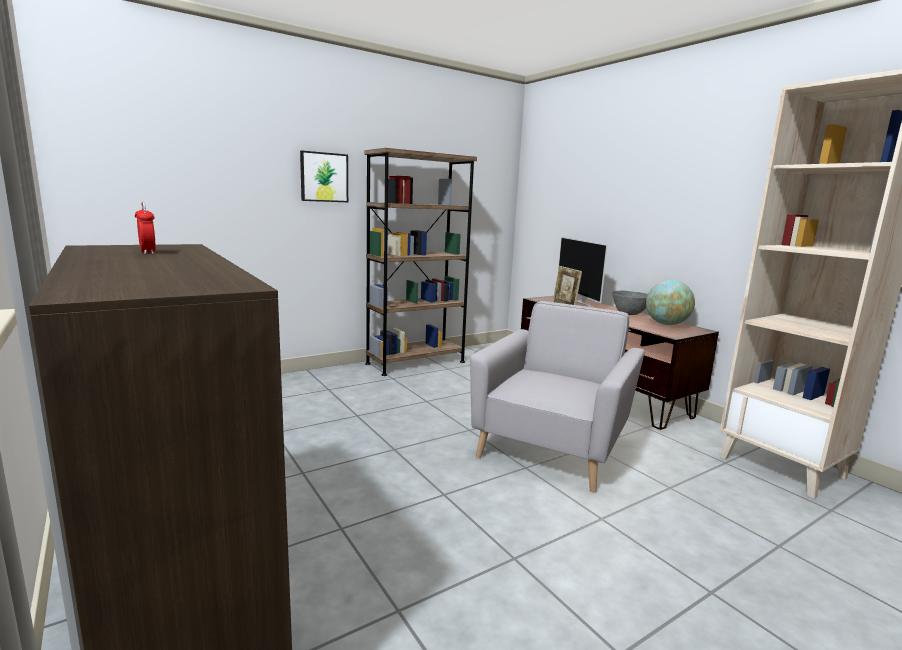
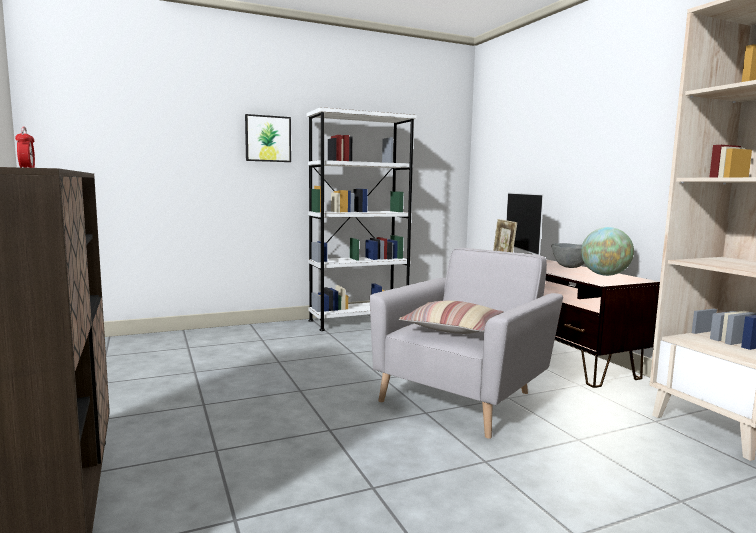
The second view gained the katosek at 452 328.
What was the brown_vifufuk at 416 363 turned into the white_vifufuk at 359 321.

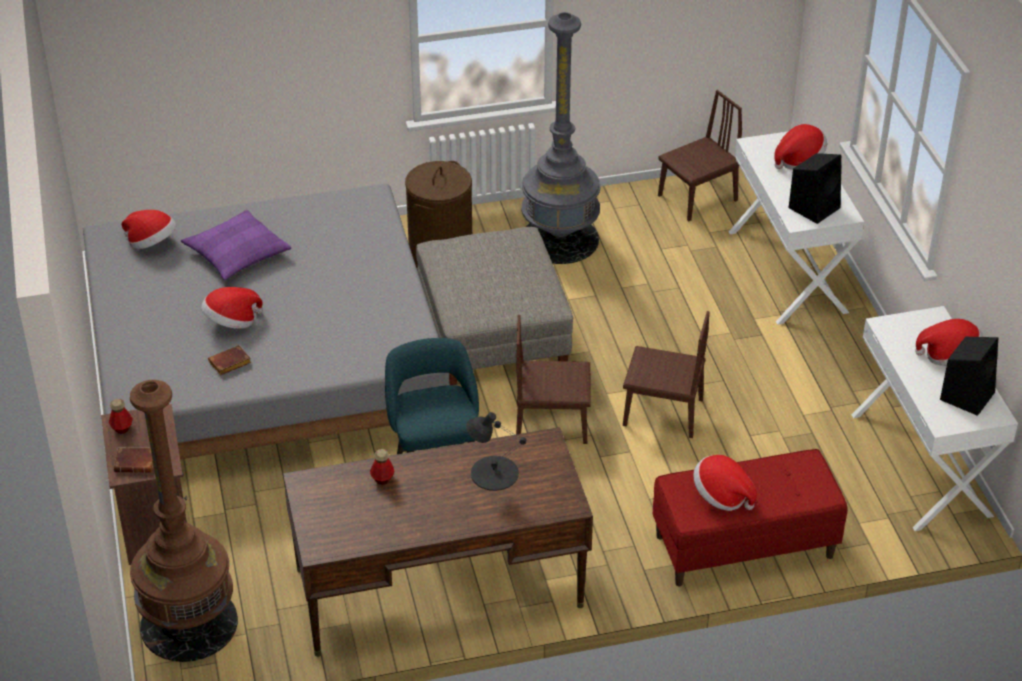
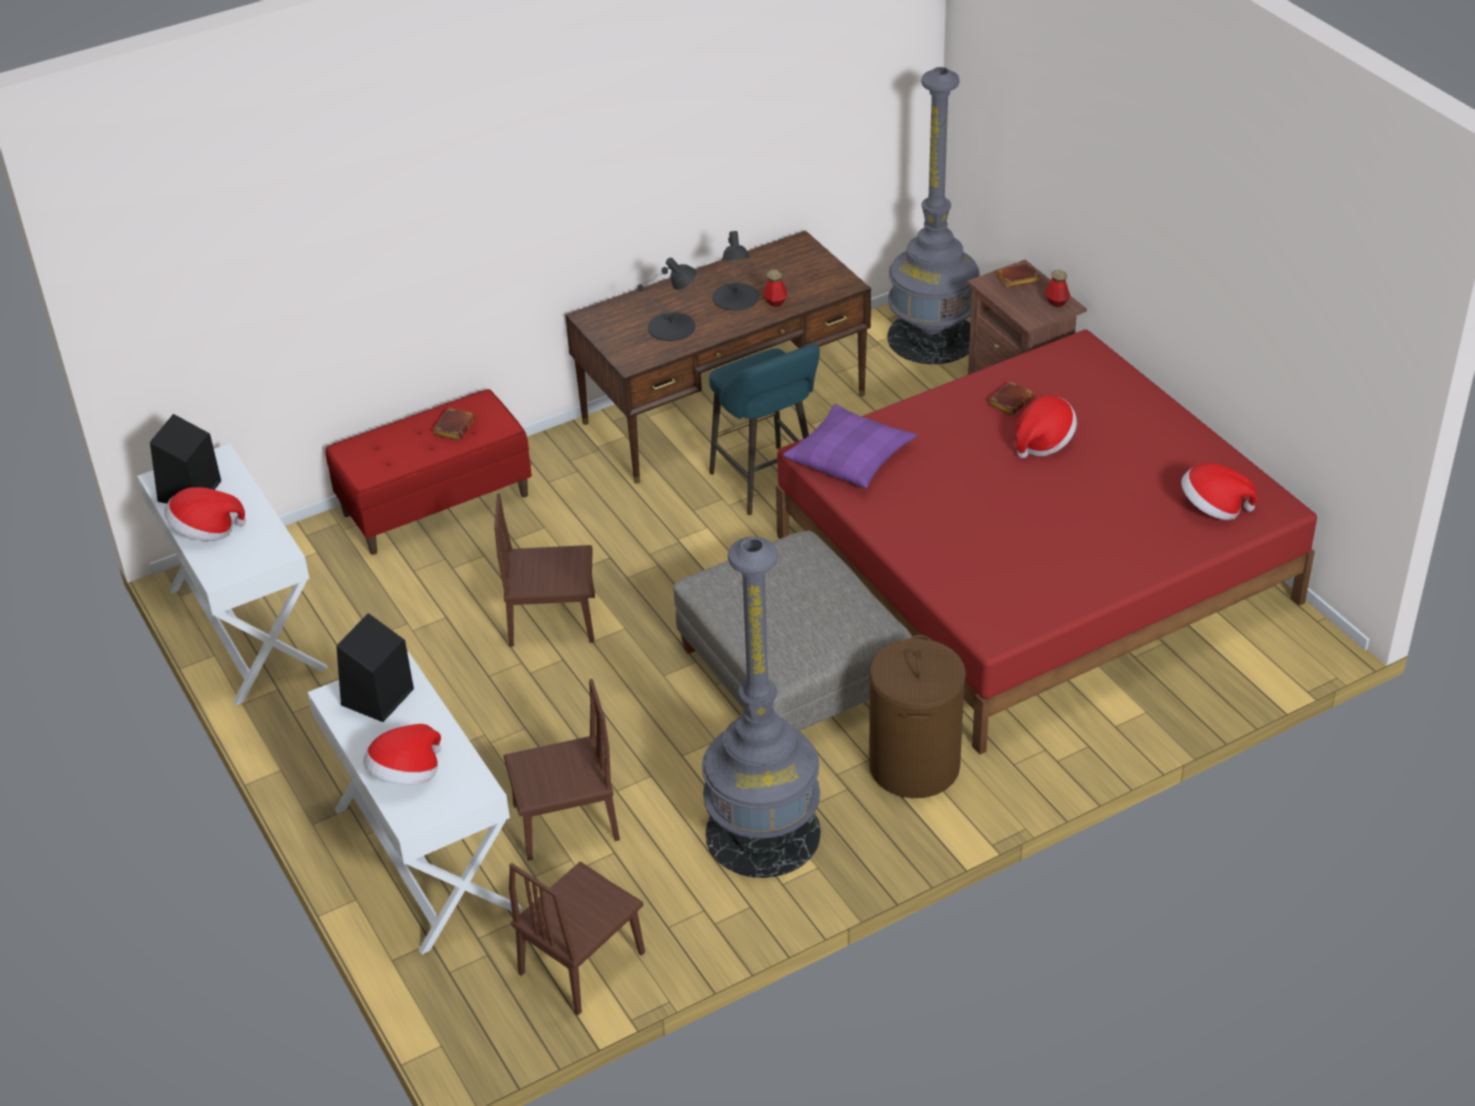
The second view gained the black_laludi at 735 297.
The purple_katosek ended up elsewhere, having gone from 237 254 to 850 457.
The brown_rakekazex ended up elsewhere, having gone from 552 423 to 565 822.
Where the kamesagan stood at 722 496, the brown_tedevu came to stand at 454 426.
What was the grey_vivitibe at 265 366 turned into the red_vivitibe at 1034 569.
What was the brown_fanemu at 189 623 turned into the grey_fanemu at 932 337.

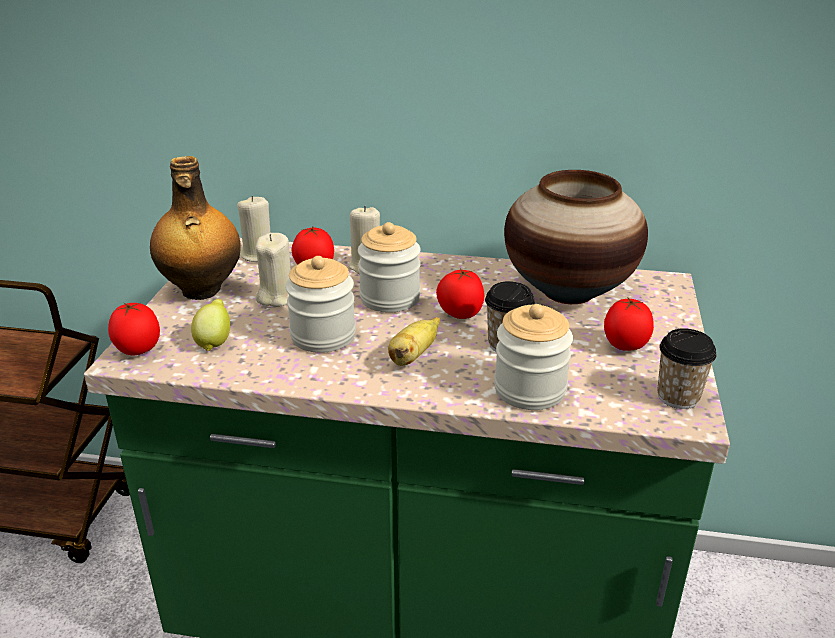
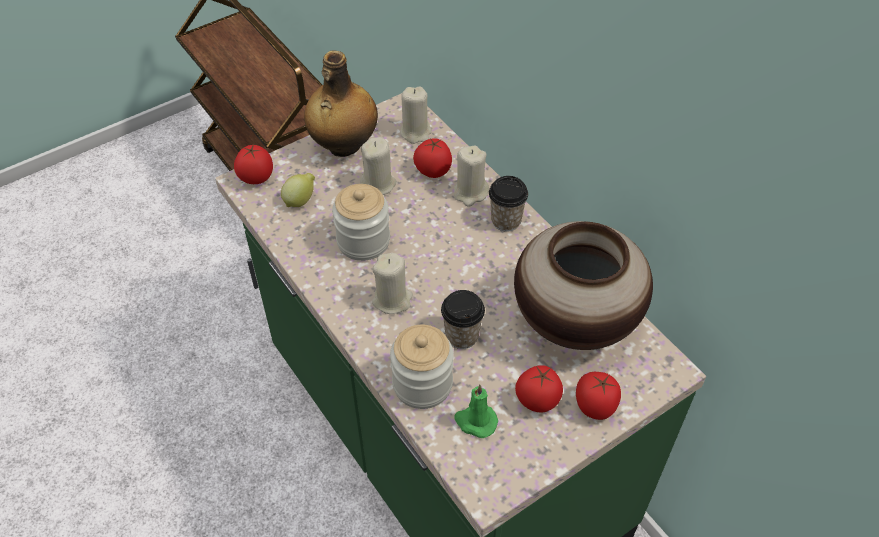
The second view lost the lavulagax at 390 298.
The second view gained the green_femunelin at 475 421.
The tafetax ended up elsewhere, having gone from 459 314 to 595 406.
The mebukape ended up elsewhere, having gone from 678 397 to 506 221.
Where the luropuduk stood at 413 356, the beige_femunelin came to stand at 392 300.

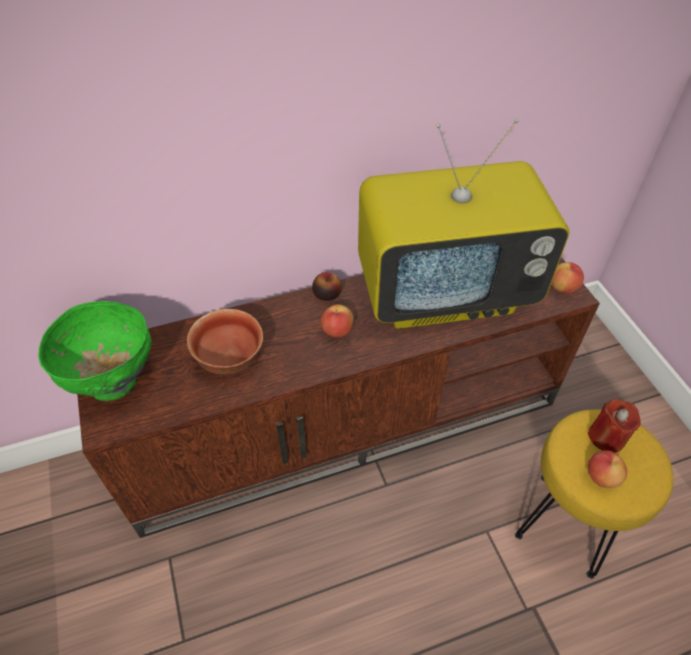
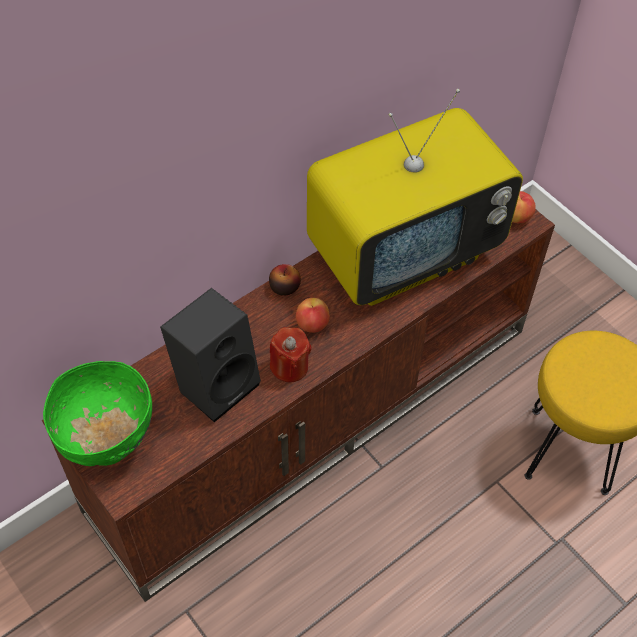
The second view lost the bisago at 601 477.
The red_femunelin ended up elsewhere, having gone from 606 437 to 289 367.
Where the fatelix stood at 231 357, the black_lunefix came to stand at 216 383.

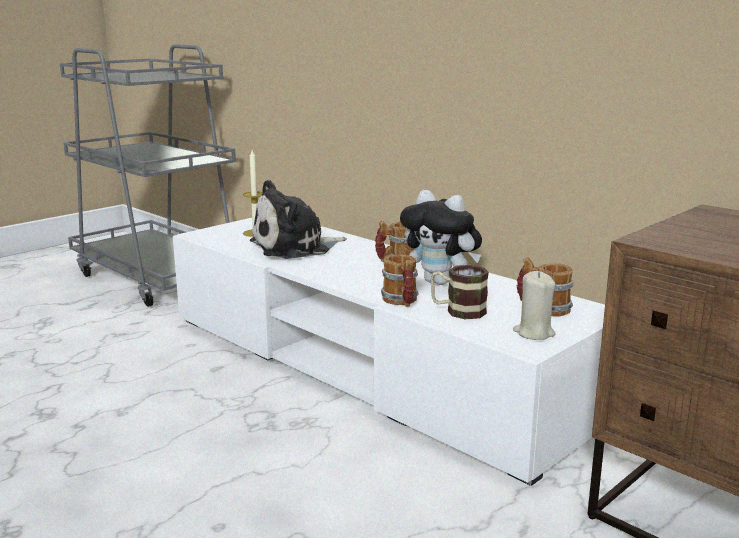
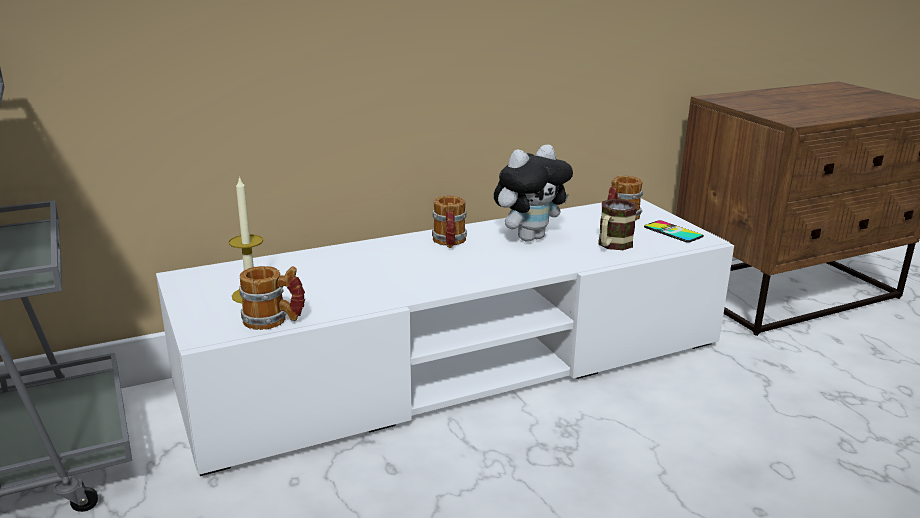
The second view lost the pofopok at 295 247.
The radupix ended up elsewhere, having gone from 401 302 to 274 321.
Where the beige_femunelin stood at 534 333, the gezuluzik came to stand at 673 232.

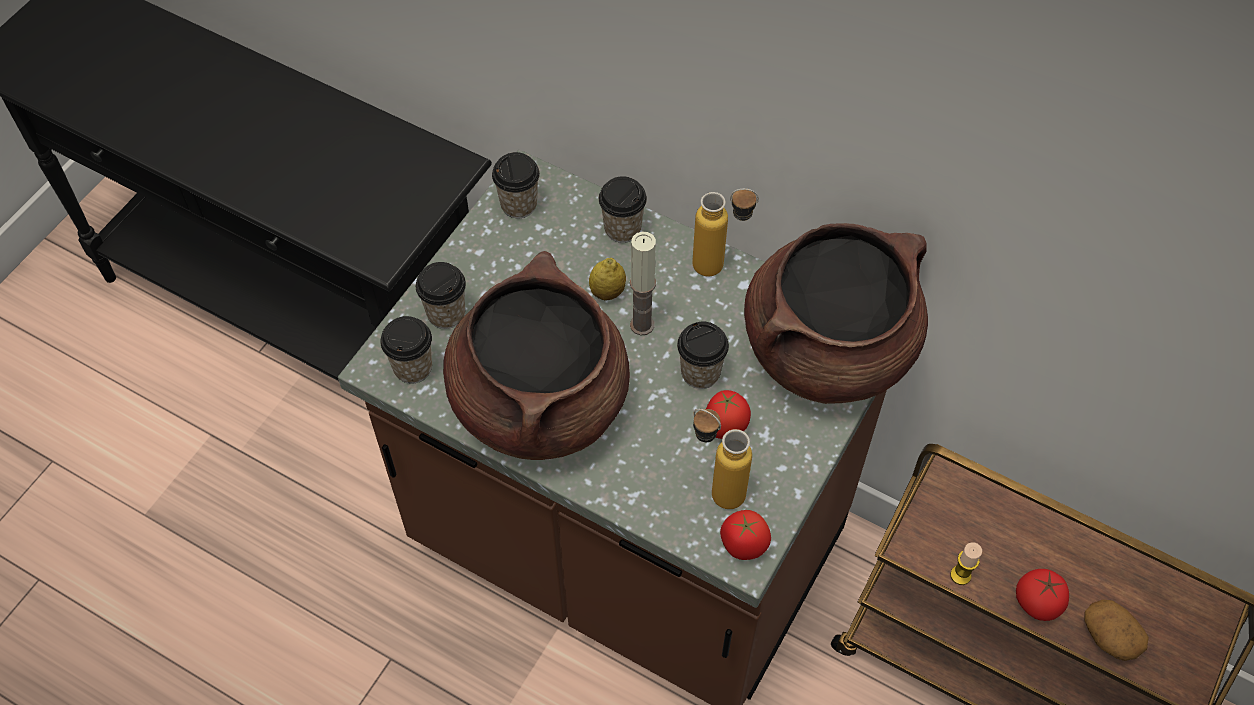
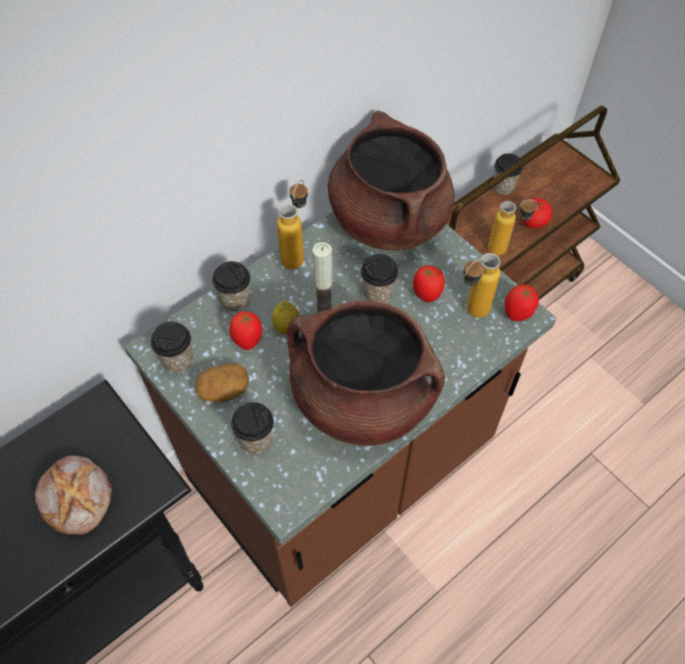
The second view gained the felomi at 78 497.
The second view gained the tafetax at 248 339.
The mebukape ended up elsewhere, having gone from 413 367 to 503 187.
The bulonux ended up elsewhere, having gone from 1109 636 to 223 390.
Where the femunelin stood at 960 575, the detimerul came to stand at 505 250.

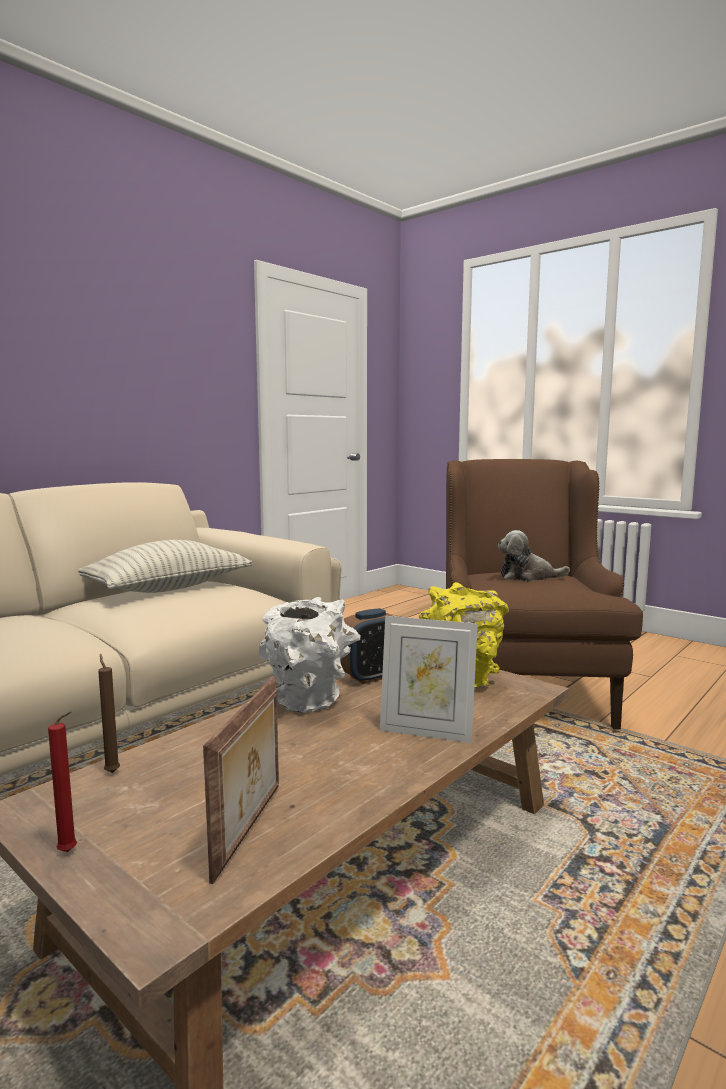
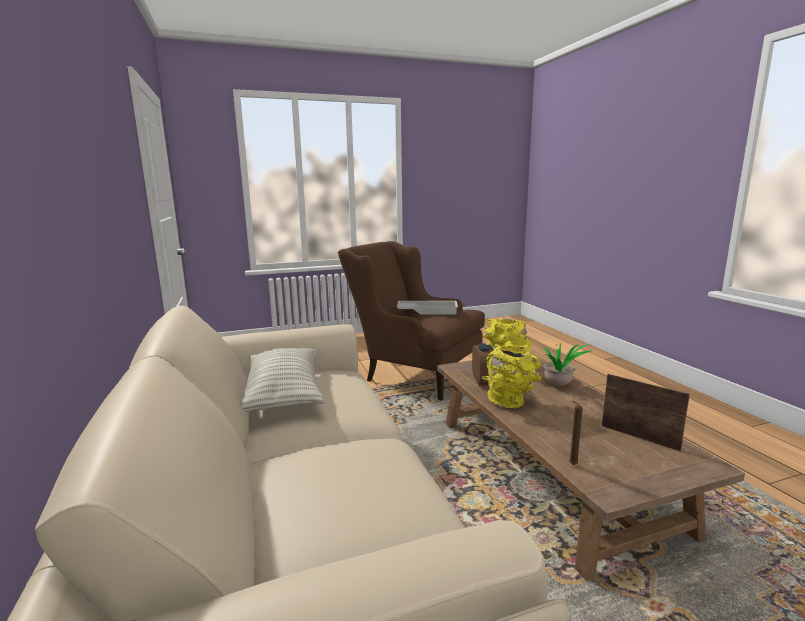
The second view lost the red_femunelin at 70 852.
Where the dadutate stood at 426 732, the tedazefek came to stand at 559 386.
Where the pofopok stood at 527 577, the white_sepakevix came to stand at 427 311.
What was the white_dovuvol at 310 704 turned into the yellow_dovuvol at 510 402.

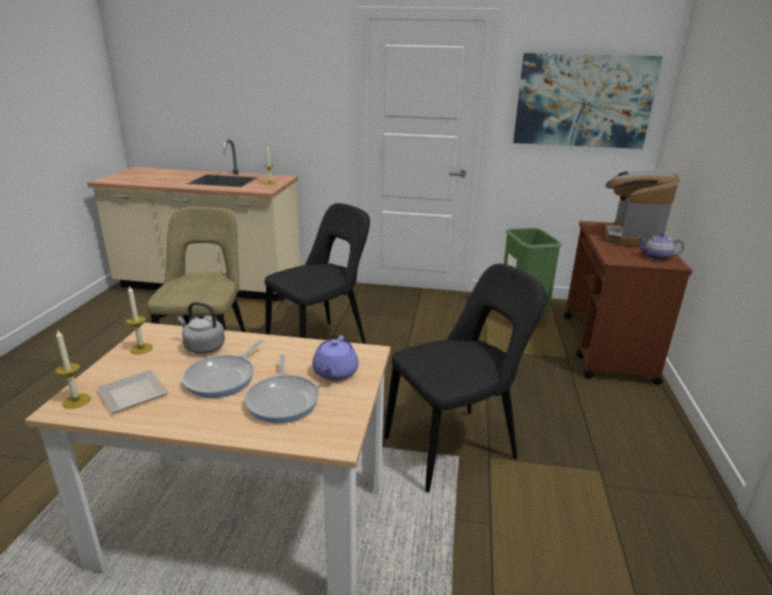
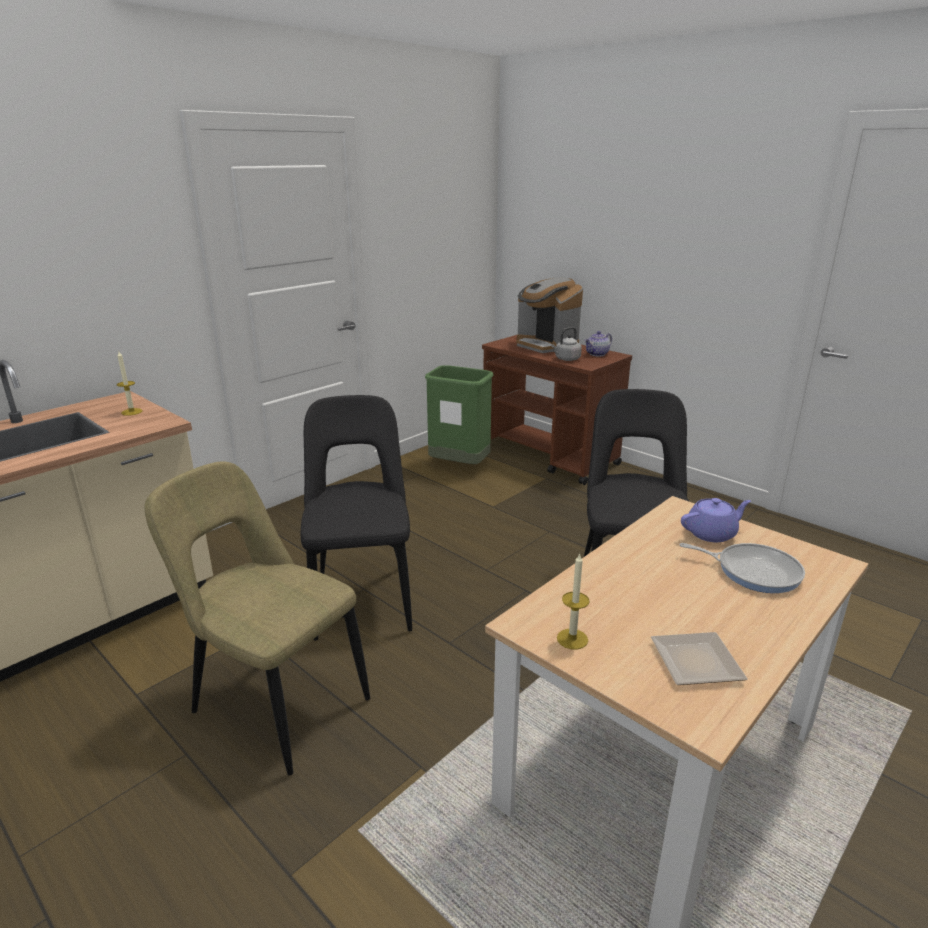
The second view lost the femunelin at 76 401.
The second view lost the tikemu at 223 378.
The second view lost the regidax at 583 101.
The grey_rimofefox ended up elsewhere, having gone from 203 347 to 566 359.
The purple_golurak at 335 373 ended up facing another way, 60 degrees counterclockwise from before.

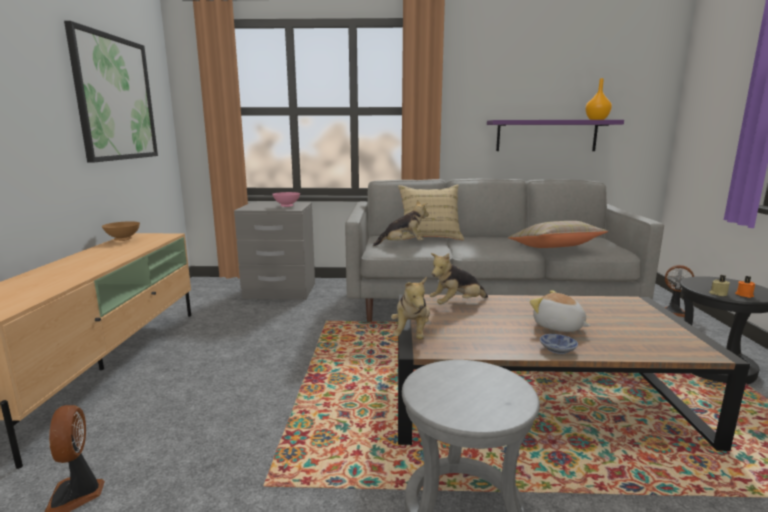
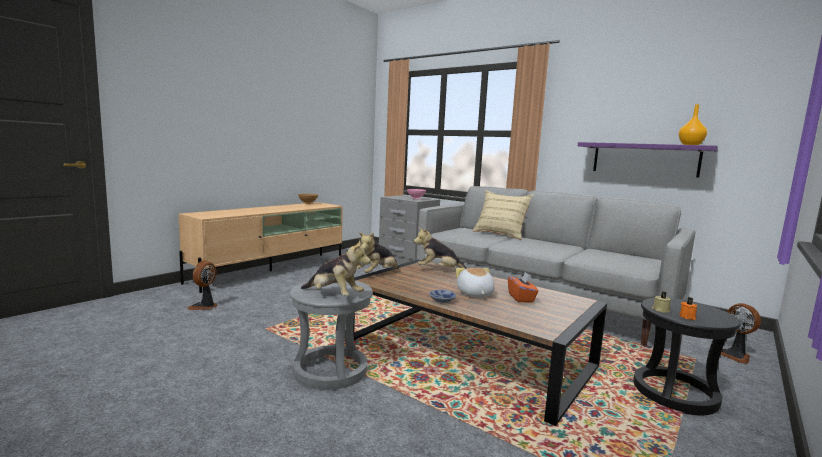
The second view lost the regidax at 115 98.
The second view lost the beige_katosek at 554 249.
The second view gained the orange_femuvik at 521 298.
The pofopok ended up elsewhere, having gone from 402 245 to 334 296.

